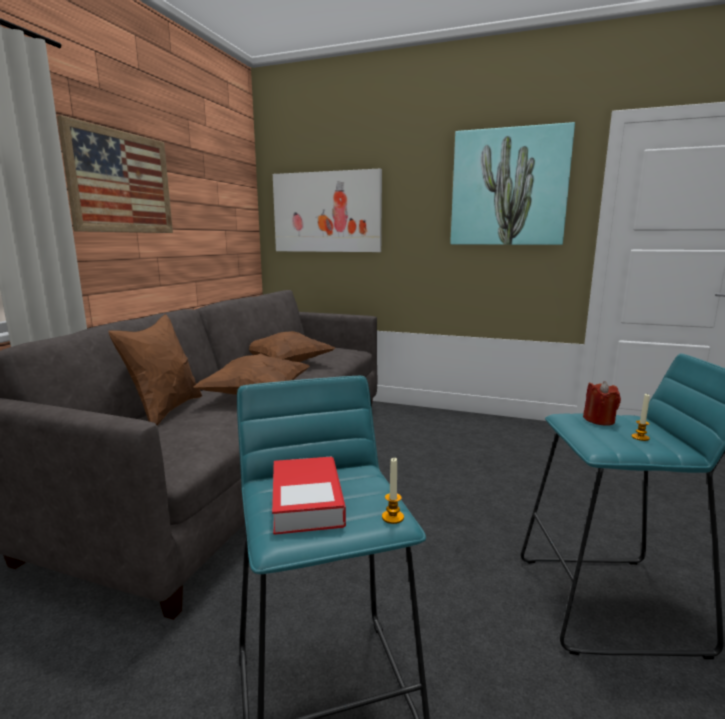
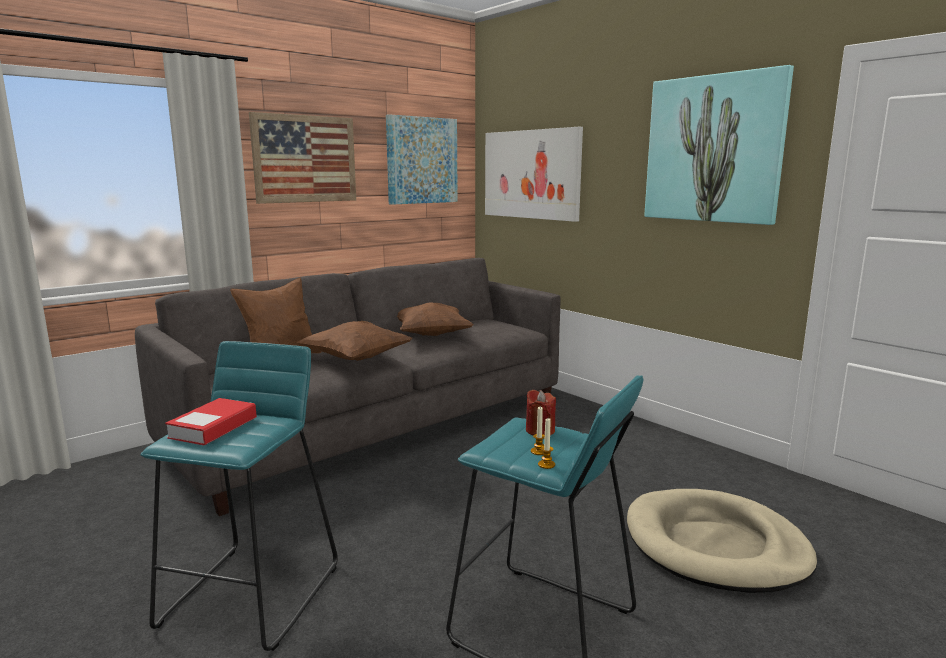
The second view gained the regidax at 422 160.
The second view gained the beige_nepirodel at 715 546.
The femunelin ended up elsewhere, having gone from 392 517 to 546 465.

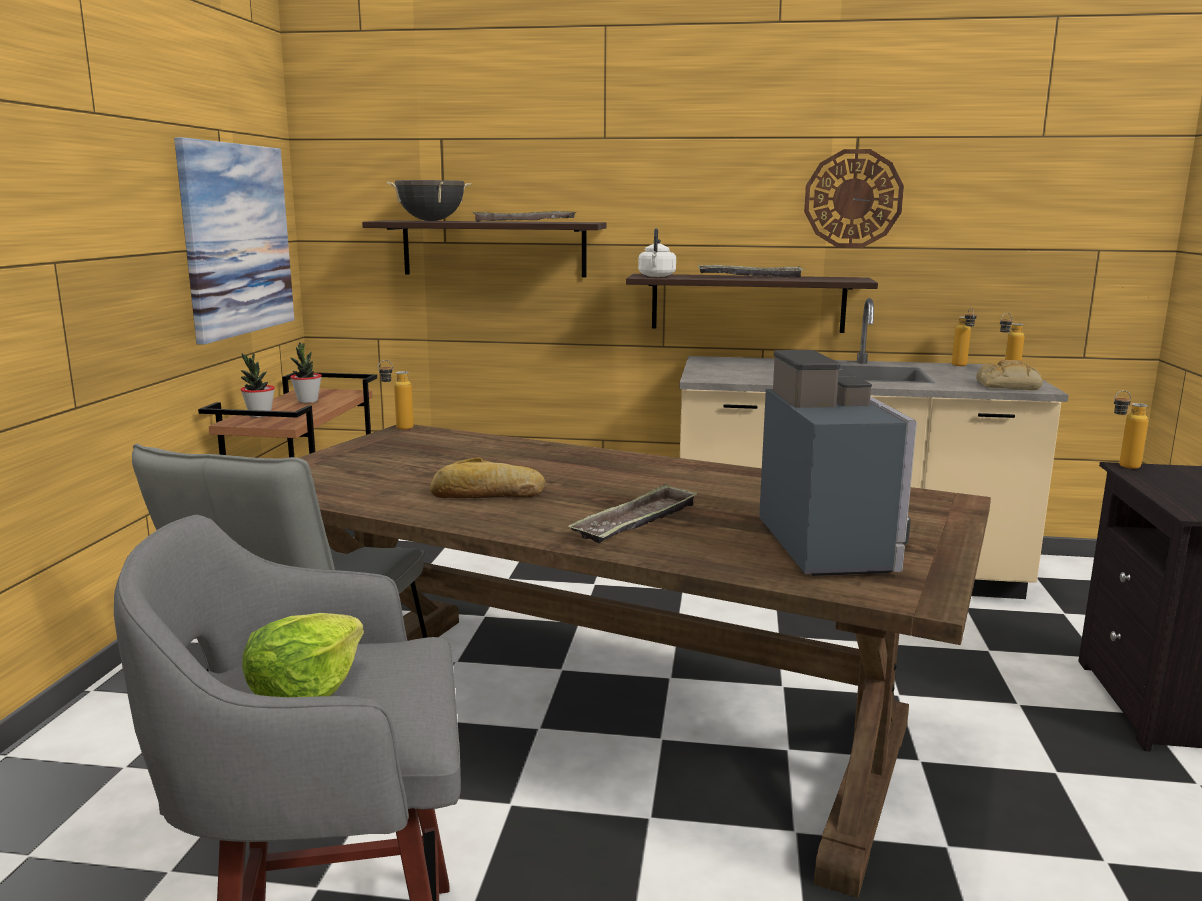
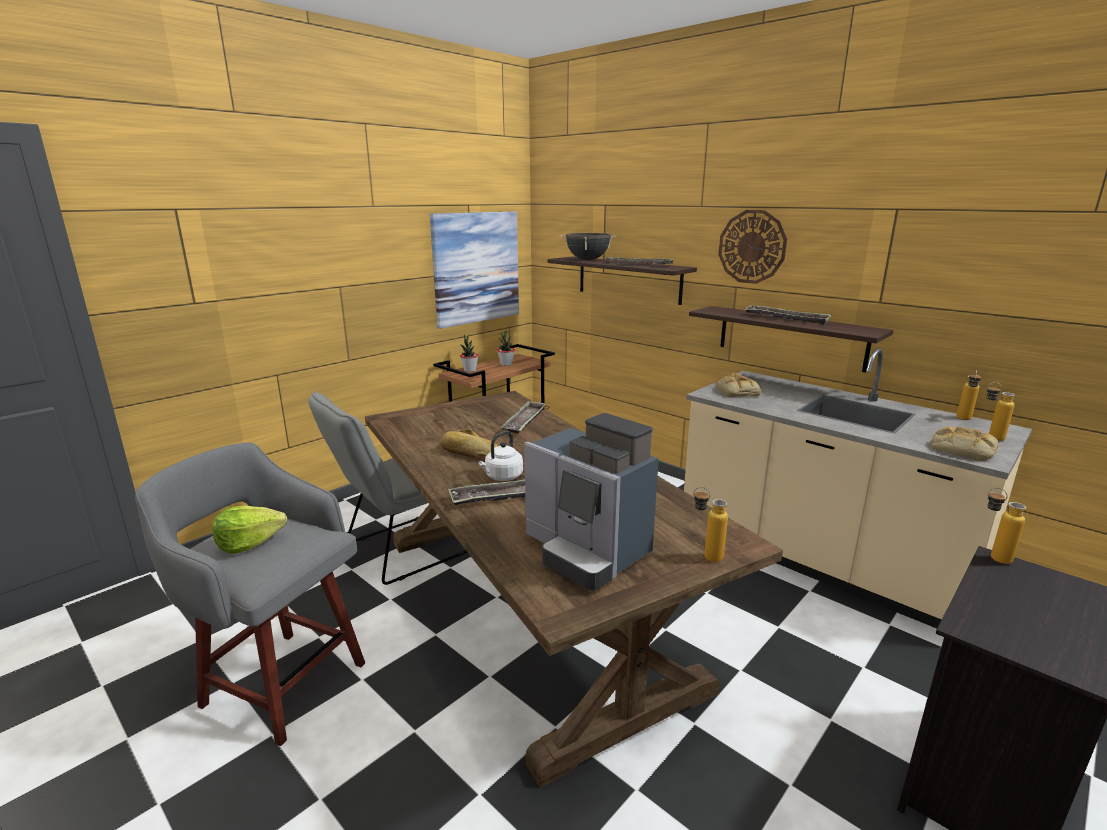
The second view gained the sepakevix at 524 421.
The second view gained the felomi at 736 391.
The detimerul ended up elsewhere, having gone from 397 428 to 705 556.
The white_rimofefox ended up elsewhere, having gone from 656 276 to 502 477.
The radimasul ended up elsewhere, having gone from 853 199 to 752 247.
The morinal at 833 545 ended up facing another way, 105 degrees clockwise from before.

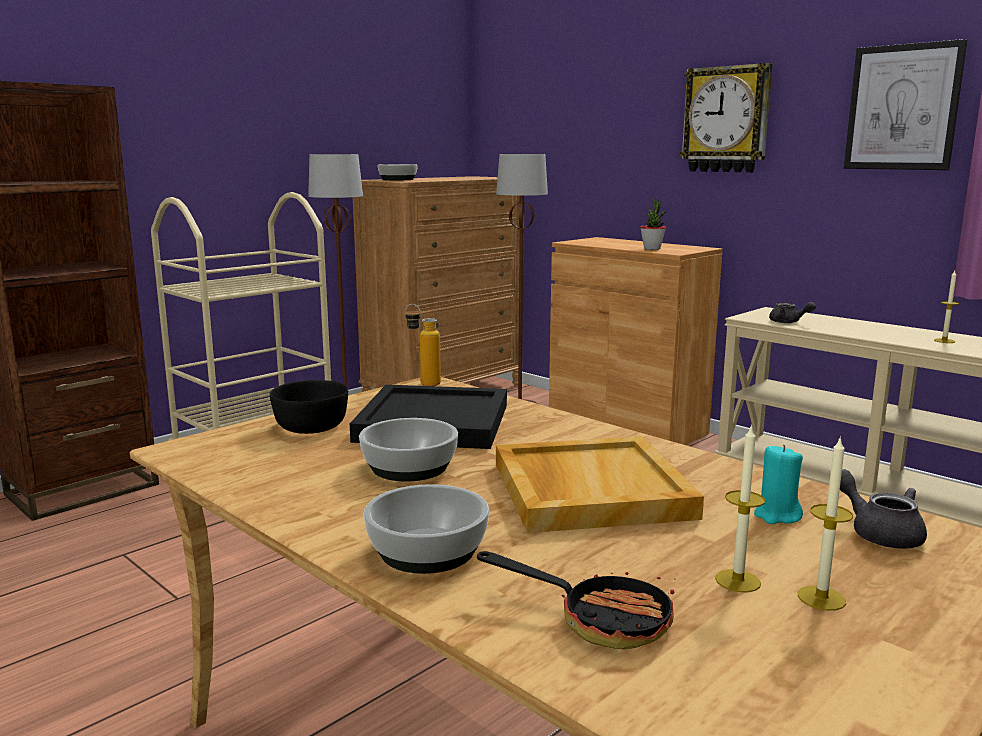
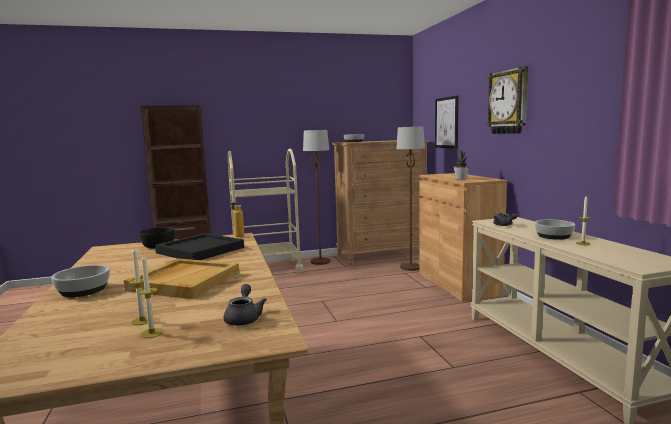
The second view lost the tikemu at 598 619.
The second view lost the turquoise_femunelin at 777 515.
The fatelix ended up elsewhere, having gone from 409 466 to 553 236.
The regidax ended up elsewhere, having gone from 902 107 to 447 122.

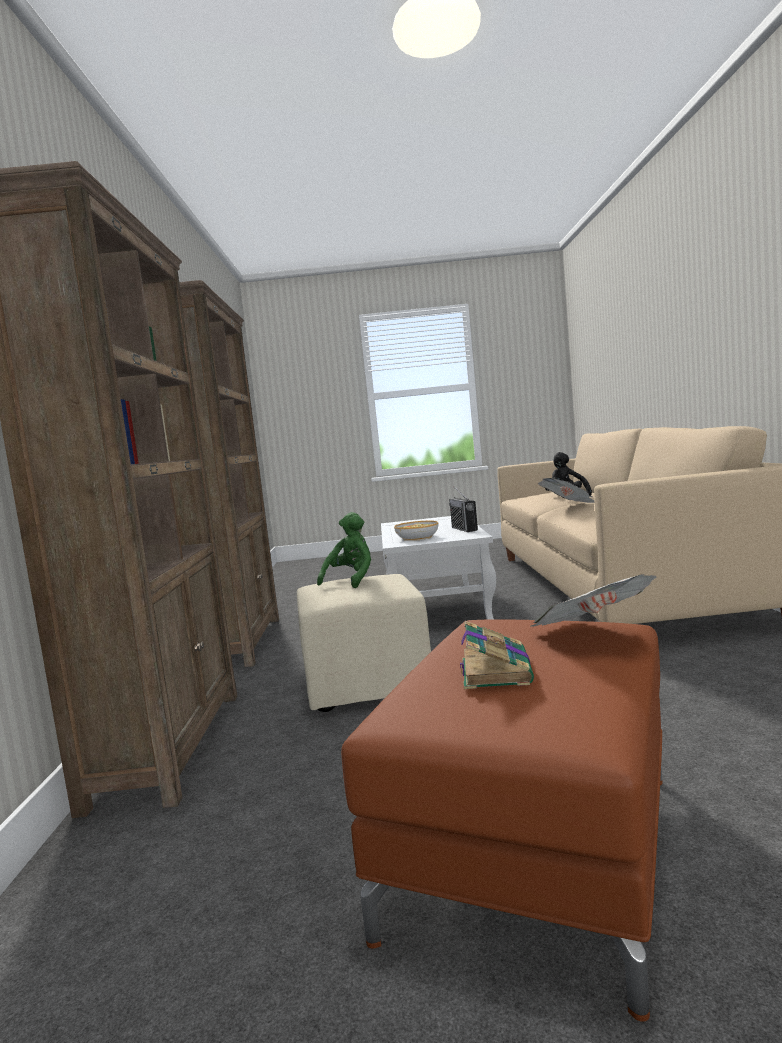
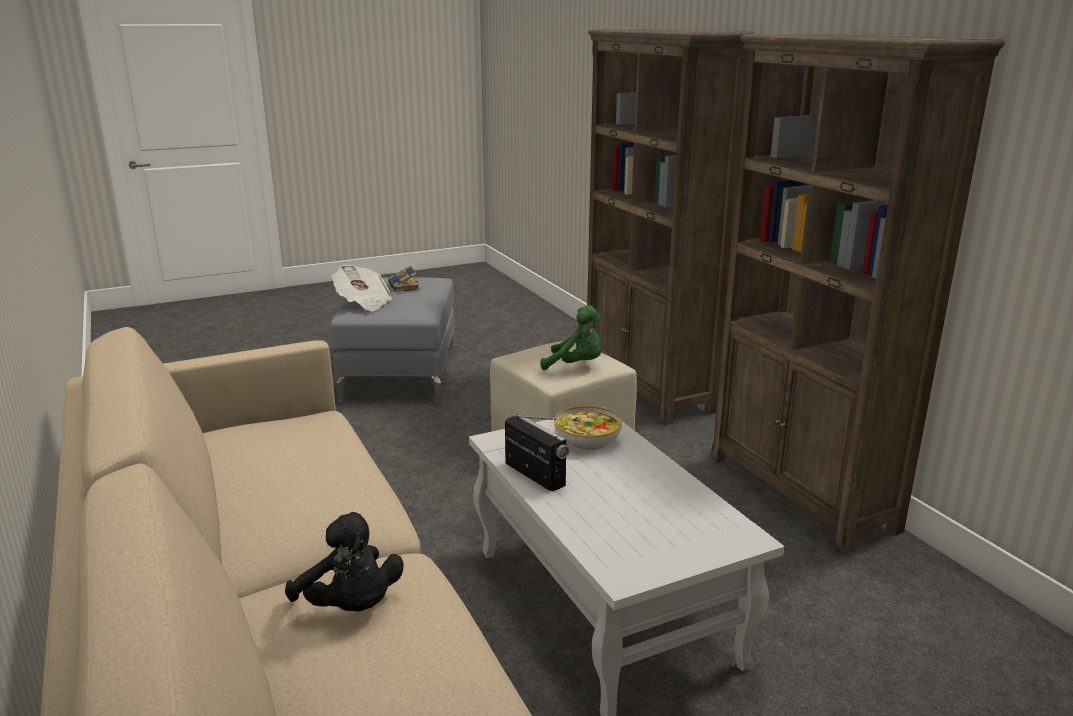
The second view lost the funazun at 569 506.
What was the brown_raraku at 533 848 turned into the grey_raraku at 401 373.
The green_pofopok at 351 580 ended up facing another way, 75 degrees counterclockwise from before.

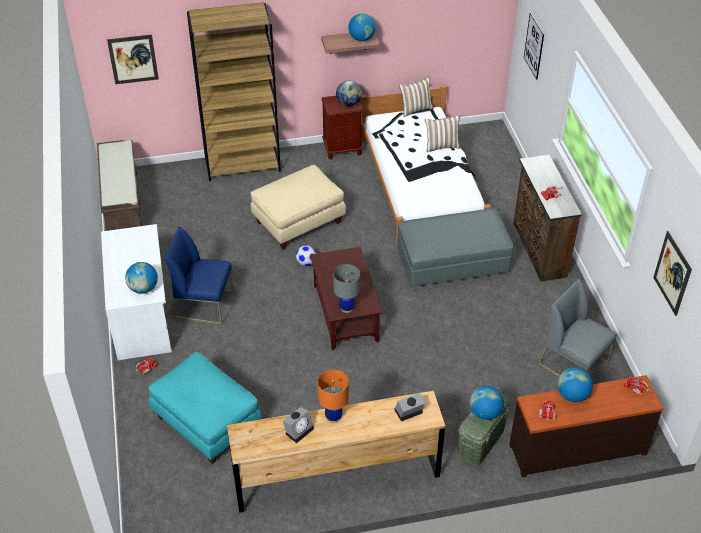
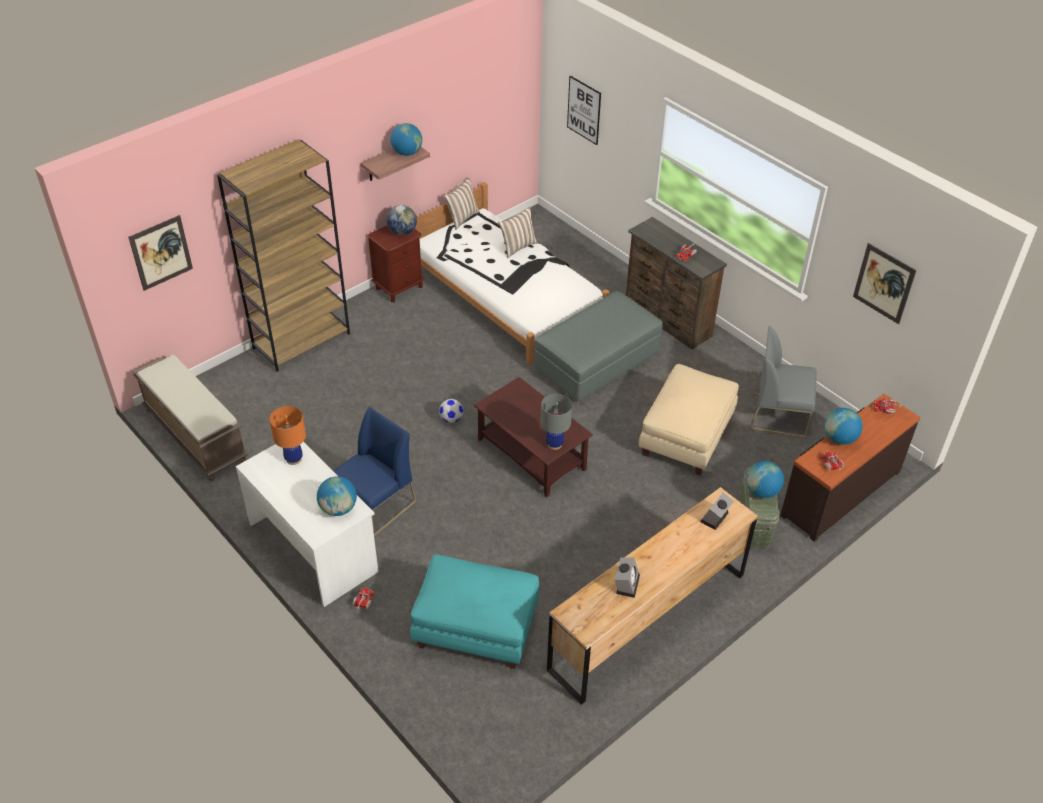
The beige_raraku ended up elsewhere, having gone from 298 222 to 685 436.
The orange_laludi ended up elsewhere, having gone from 333 417 to 293 459.
The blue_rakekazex at 204 304 ended up facing another way, 150 degrees clockwise from before.

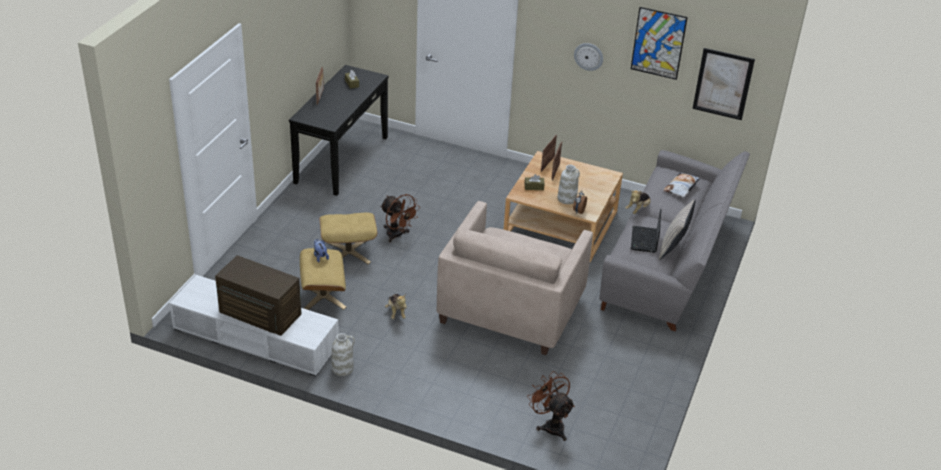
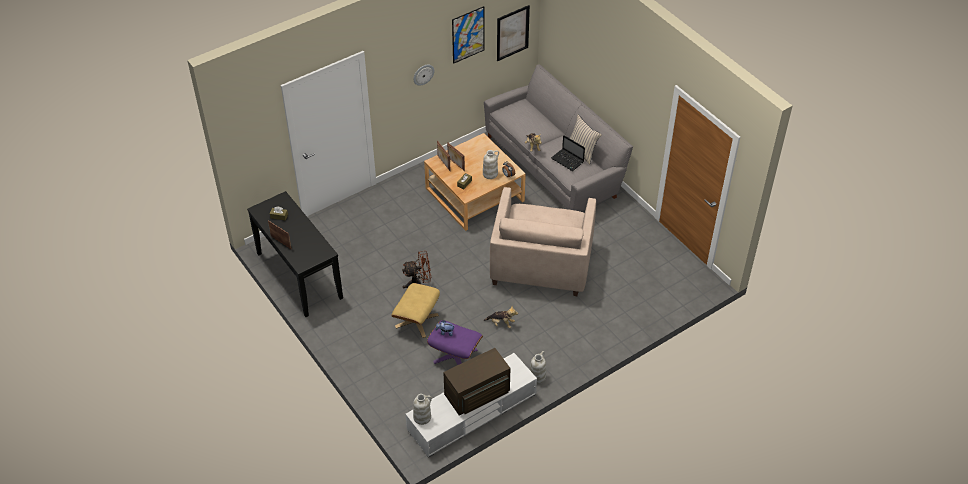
The second view lost the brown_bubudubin at 550 425.
The second view lost the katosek at 681 187.
The second view gained the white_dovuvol at 422 417.
What was the beige_raraku at 323 296 turned into the purple_raraku at 455 356.
The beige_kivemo at 511 309 ended up facing another way, 45 degrees clockwise from before.

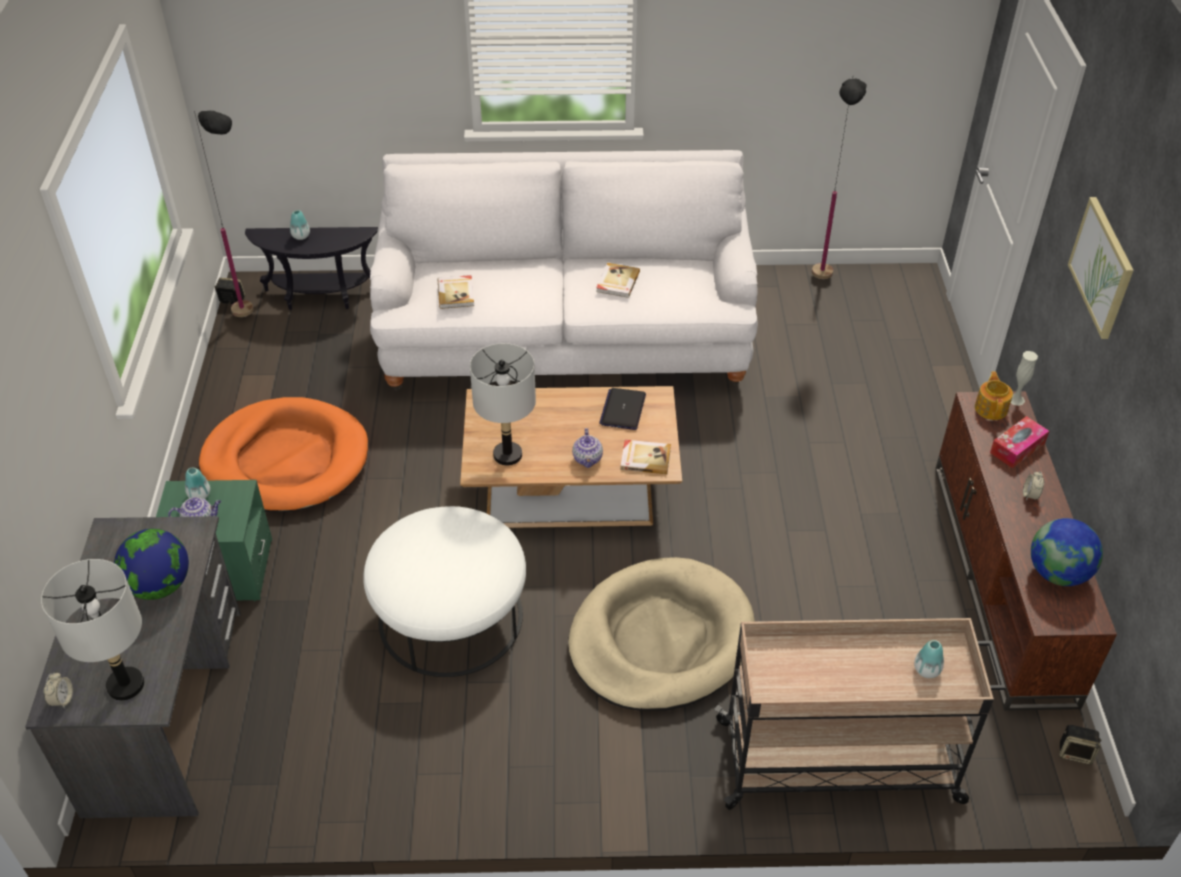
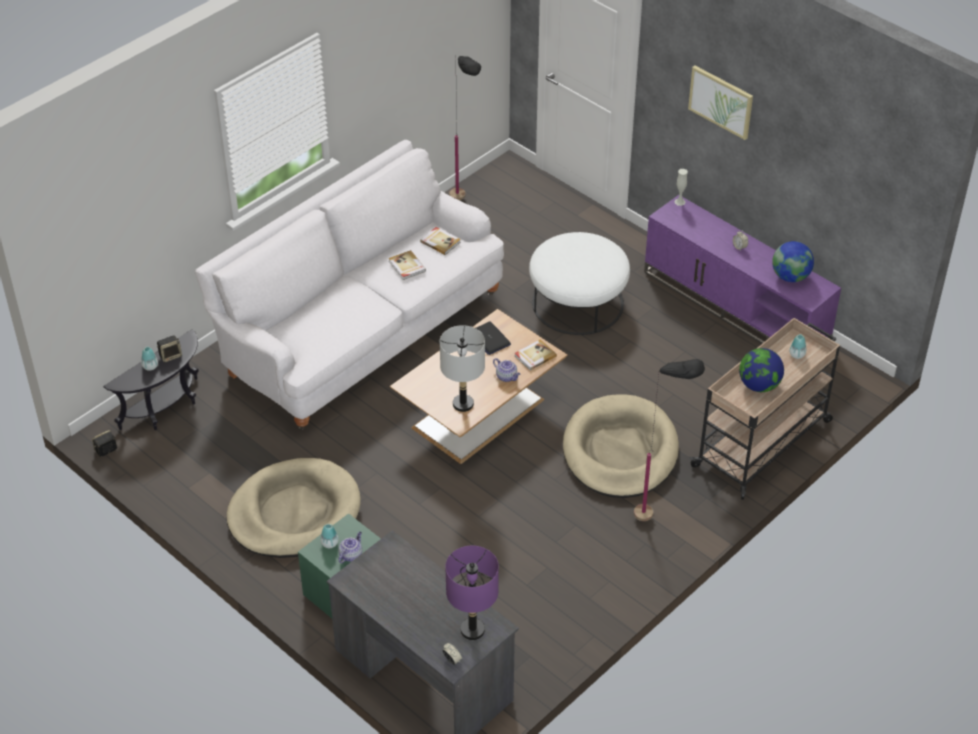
The second view lost the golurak at 991 408.
The second view lost the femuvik at 1017 448.
The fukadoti ended up elsewhere, having gone from 160 586 to 759 385.
The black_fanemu ended up elsewhere, having gone from 256 323 to 659 516.
The white_raraku ended up elsewhere, having gone from 450 617 to 577 303.
The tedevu ended up elsewhere, having gone from 456 293 to 440 242.
The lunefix ended up elsewhere, having gone from 1075 752 to 170 355.
What was the grey_laludi at 126 685 turned into the purple_laludi at 472 630.
What was the orange_nepirodel at 286 460 turned into the beige_nepirodel at 294 513.
What was the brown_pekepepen at 1004 580 turned into the purple_pekepepen at 737 307.

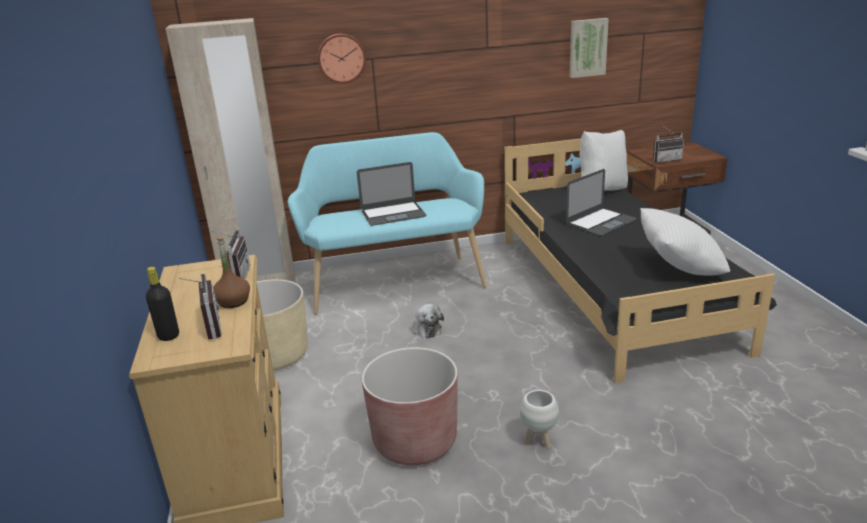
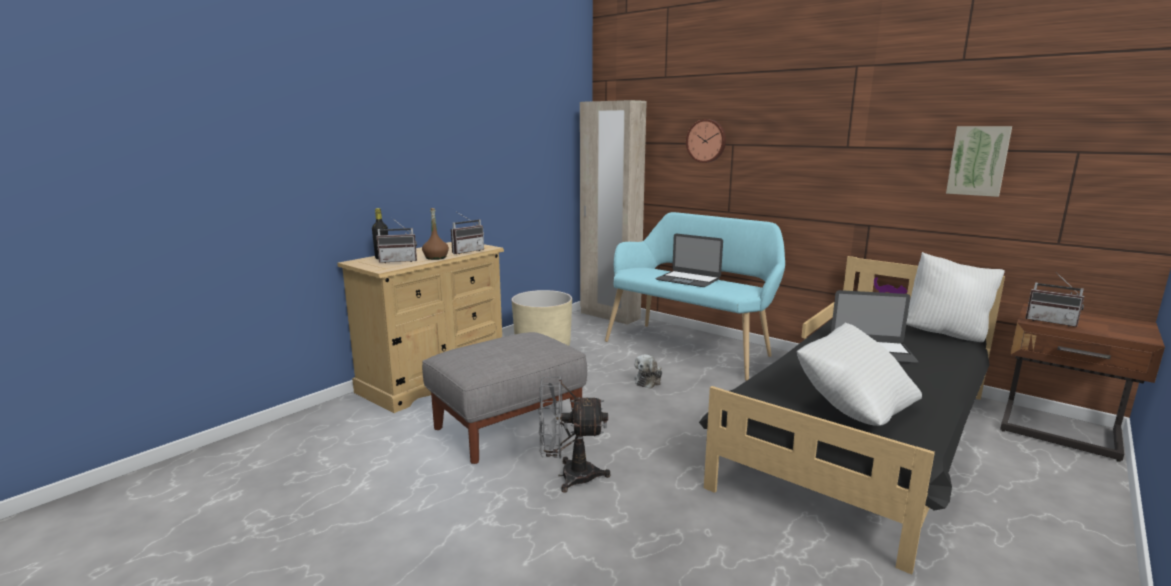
Where the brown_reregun stood at 415 441, the grey_raraku came to stand at 509 426.
Where the white_reregun stood at 539 441, the grey_bubudubin came to stand at 568 476.
The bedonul at 206 328 ended up facing another way, 45 degrees clockwise from before.

